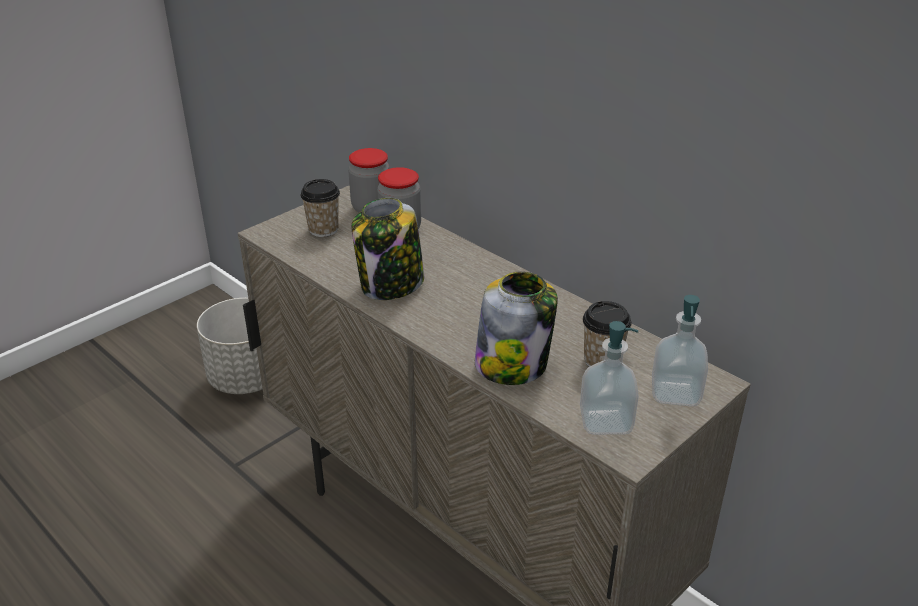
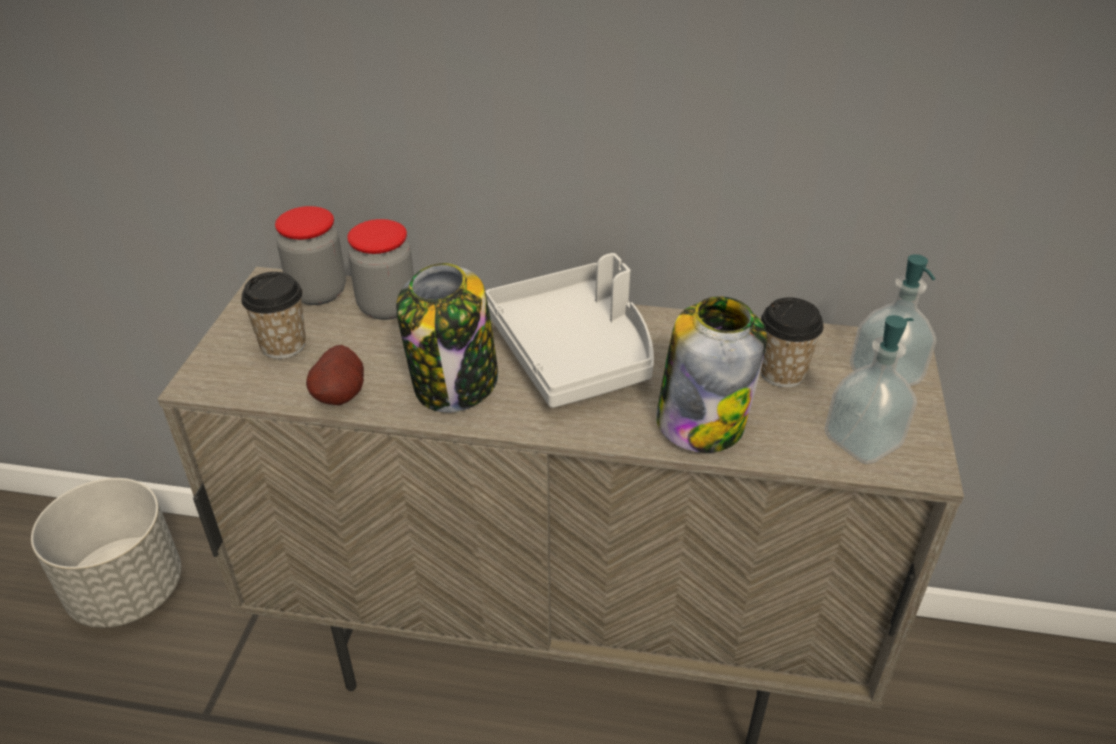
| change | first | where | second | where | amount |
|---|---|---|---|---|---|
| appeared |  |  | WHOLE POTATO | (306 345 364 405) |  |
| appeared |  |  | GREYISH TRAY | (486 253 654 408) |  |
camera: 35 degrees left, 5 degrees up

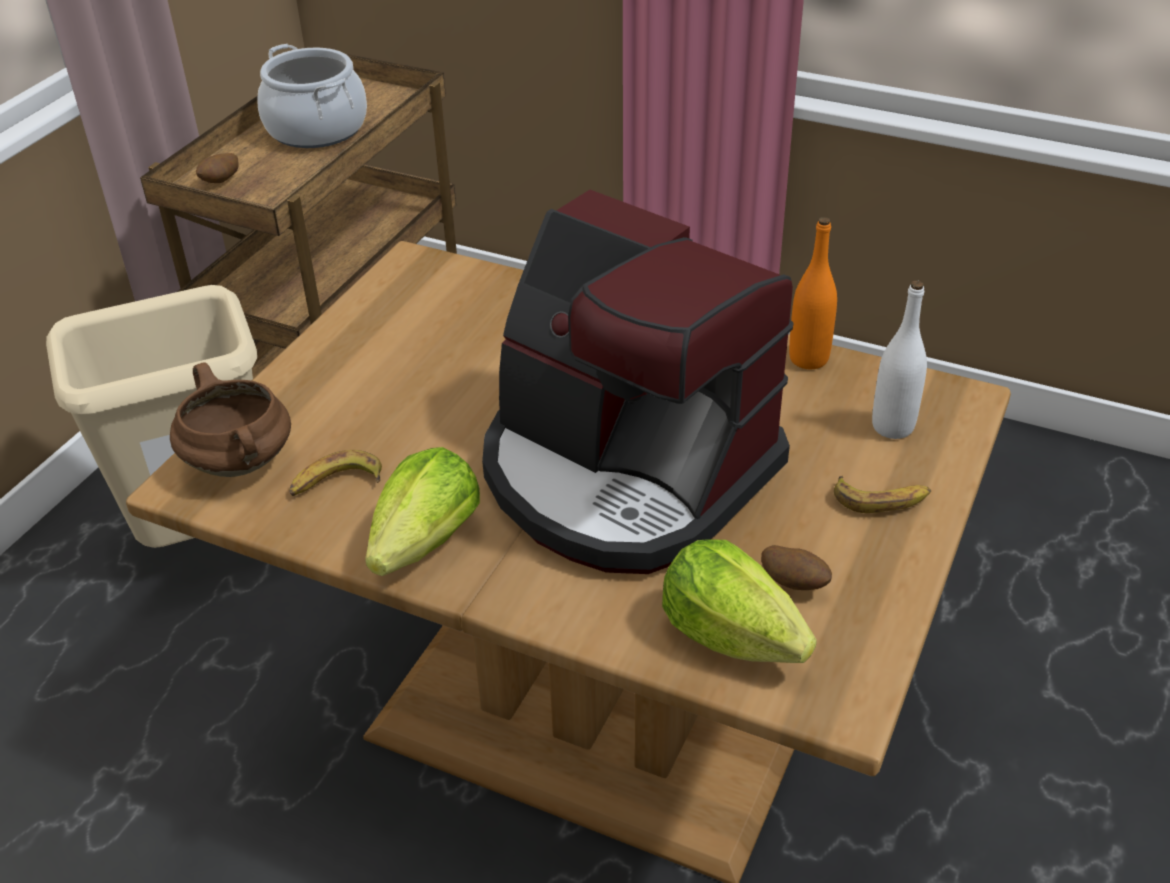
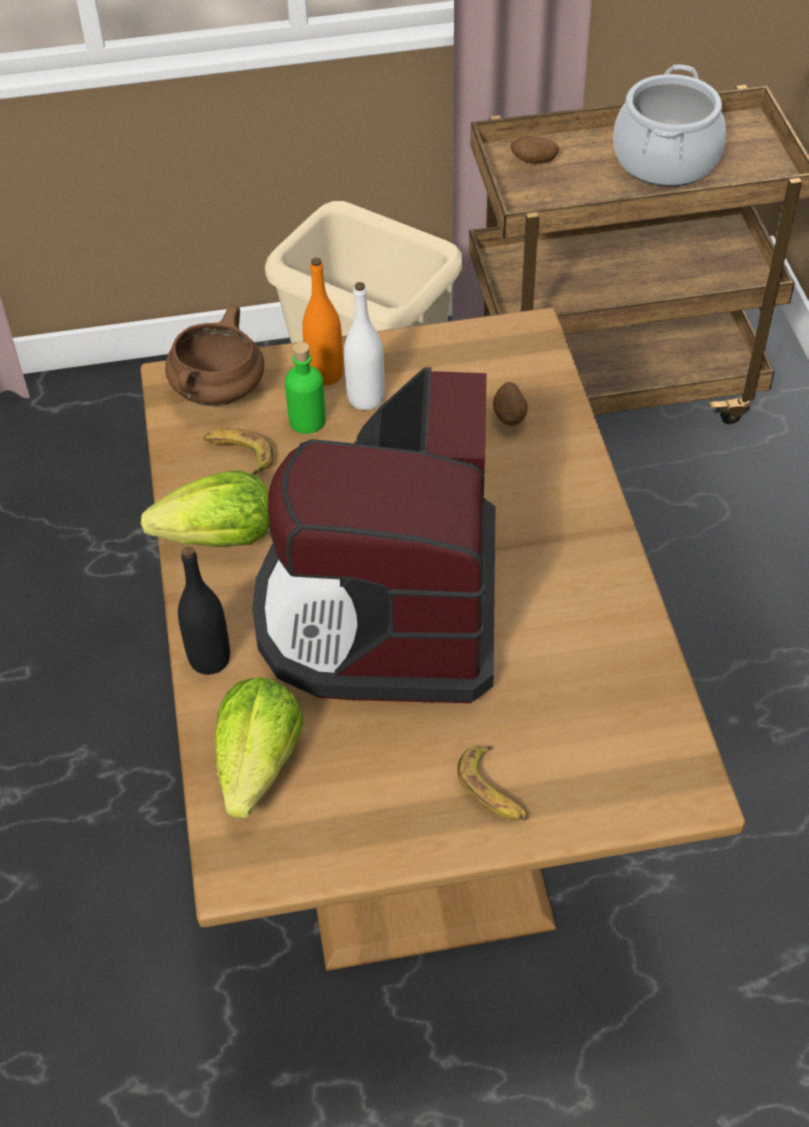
| change | first | where | second | where | amount |
|---|---|---|---|---|---|
| appeared |  |  | BLACK-COLOURED BOTTLE | (178 547 230 675) |  |
| appeared |  |  | GREEN-COLOURED BOTTLE | (285 342 326 434) |  |
| relocated | WHOLE POTATO | (761 545 832 590) |  | (493 382 528 426) |  |
| relocated | ORANGE BOTTLE | (789 217 837 369) |  | (302 258 343 386) |  |
| relocated | WHITE BOTTLE | (872 281 927 439) |  | (344 282 384 410) |  |
camera: 55 degrees right, 10 degrees up

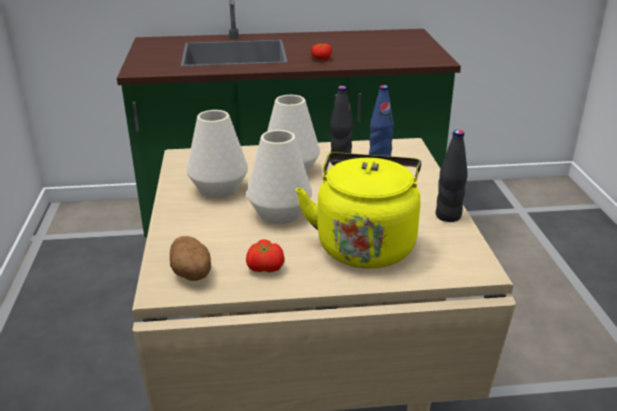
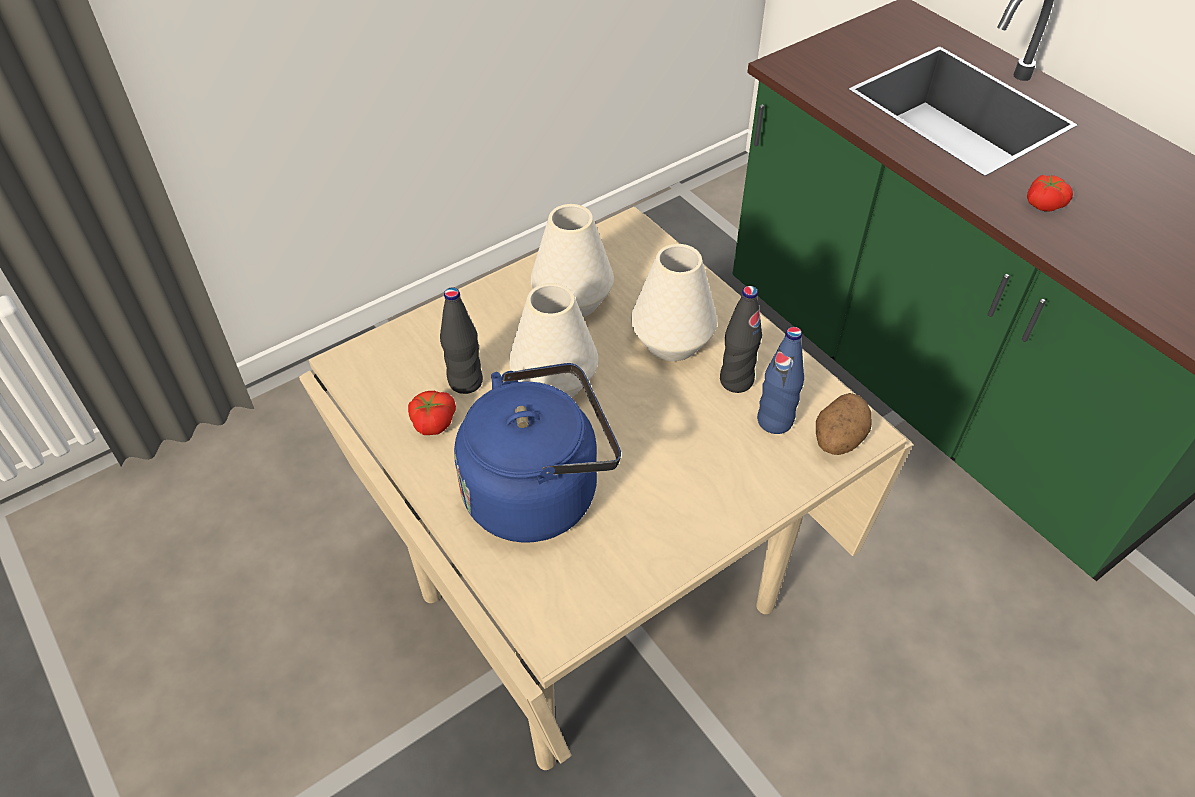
| change | first | where | second | where | amount |
|---|---|---|---|---|---|
| relocated | WHOLE POTATO | (170 236 211 281) |  | (816 393 872 455) |  |
| relocated | BLACK-COLOURED BOTTLE | (436 130 468 222) |  | (440 287 483 394) |  |
| colour | YELLOW-COLOURED WATER KETTLE | (296 153 421 269) | BLUISH WATER KETTLE | (454 363 621 543) |  |
camera: 60 degrees right, 20 degrees up

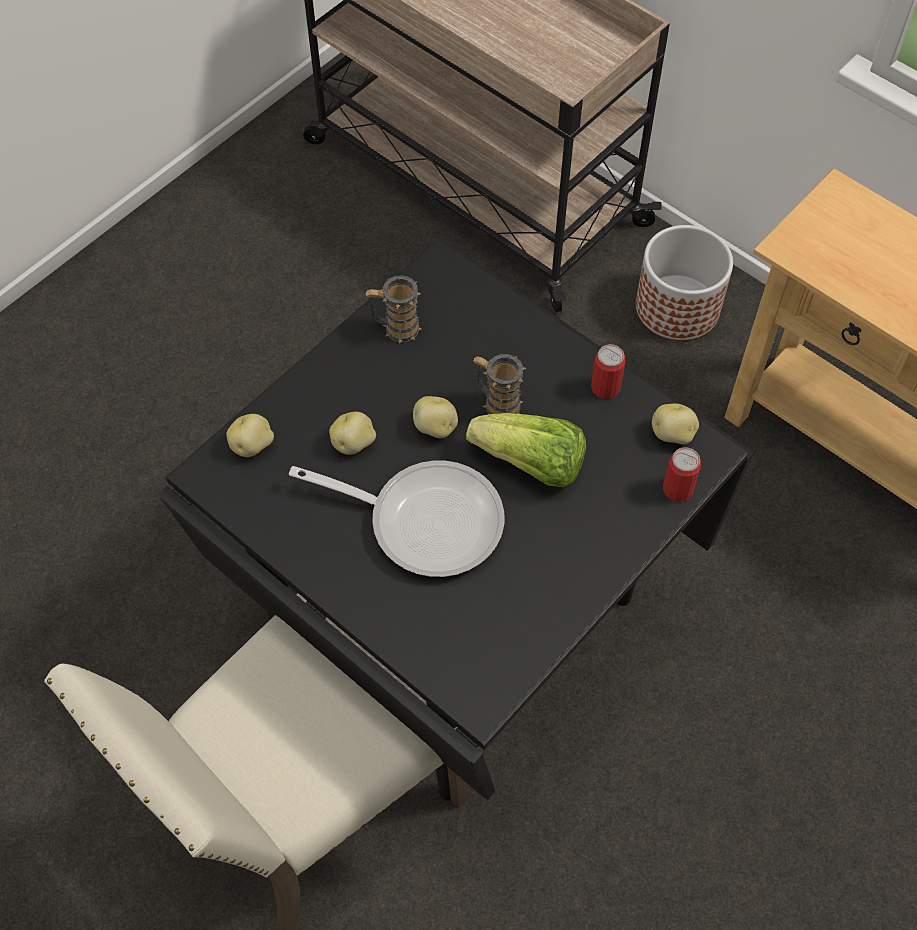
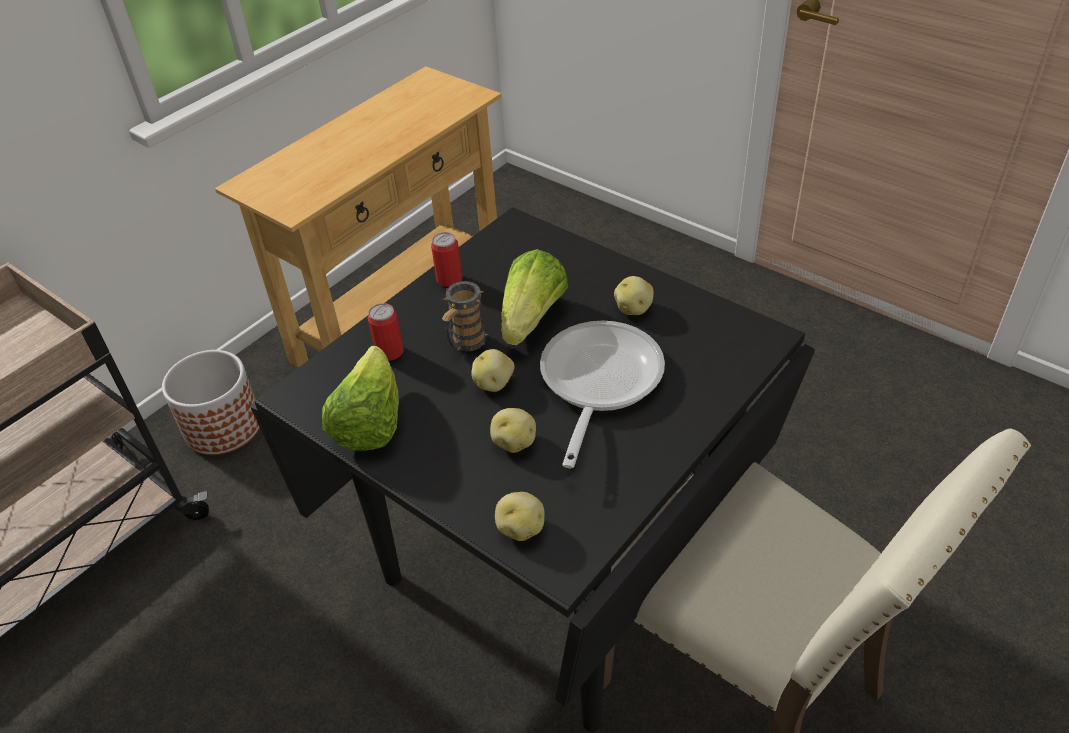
| change | first | where | second | where | amount |
|---|---|---|---|---|---|
| relocated | WHOLE POTATO | (652 404 699 444) |  | (614 276 654 315) |  |
| relocated | METAL CAN | (663 447 701 502) |  | (368 303 404 361) |  |
| exchanged | MUG | (366 275 422 343) | LETTUCE HEAD | (322 346 399 451) |  |
camera: 90 degrees left, 15 degrees down

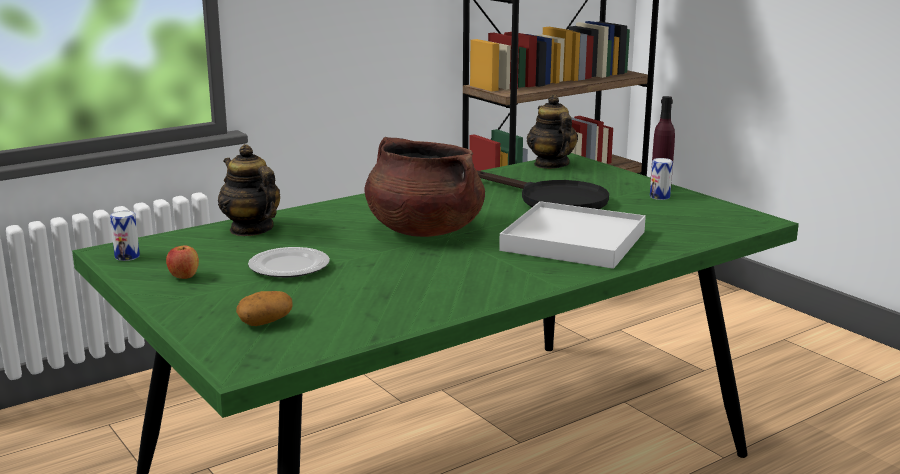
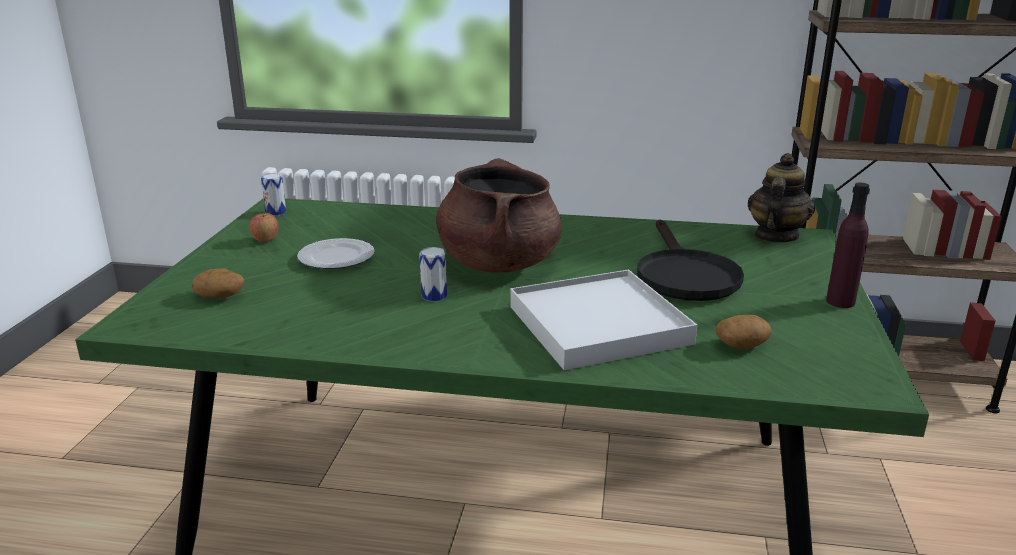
| change | first | where | second | where | amount |
|---|---|---|---|---|---|
| missing | POT FOR TEA | (218 144 280 236) |  |  |  |
| appeared |  |  | WHOLE POTATO | (716 315 772 348) |  |
| relocated | METAL CAN | (650 158 673 200) |  | (419 247 447 301) |  |
camera: 45 degrees right, 5 degrees up

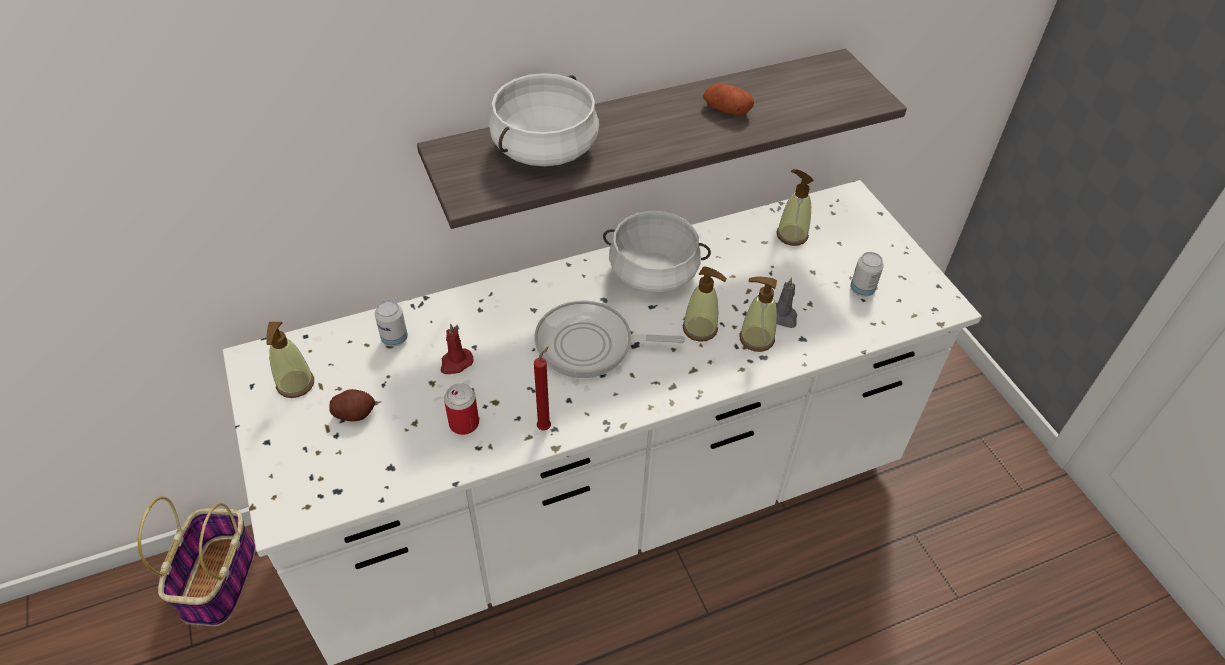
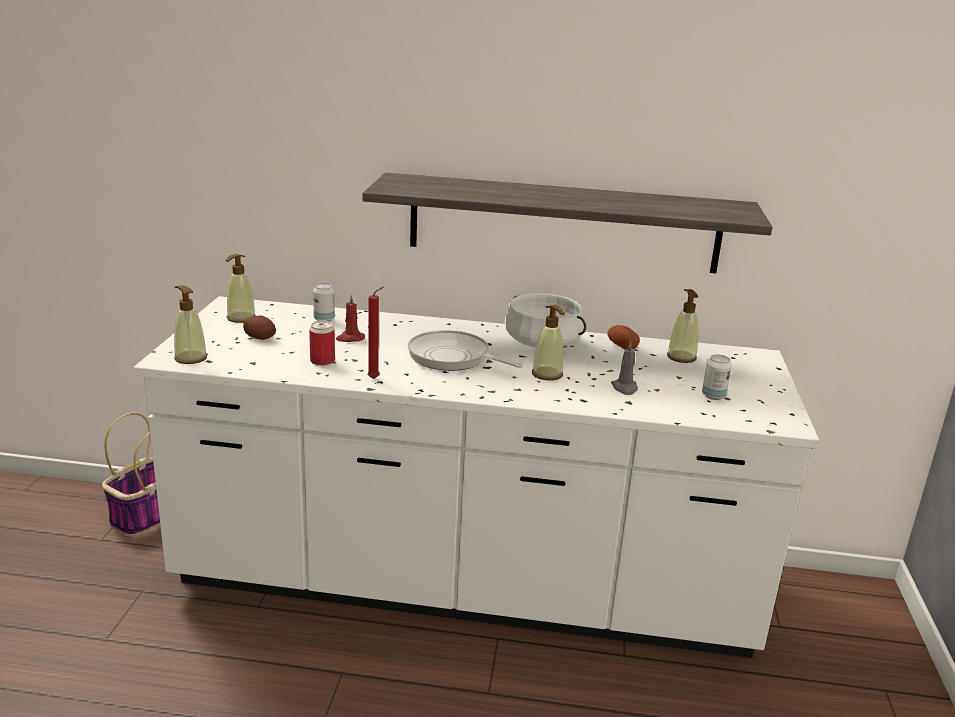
| change | first | where | second | where | amount |
|---|---|---|---|---|---|
| missing | WHITE COOKING POT | (489 73 599 166) |  |  |  |
| relocated | WHOLE POTATO | (703 84 754 116) |  | (608 325 640 350) |  |
| relocated | SOAP DISPENSER | (739 276 777 352) |  | (174 285 207 364) |  |
camera: 30 degrees right, 25 degrees down

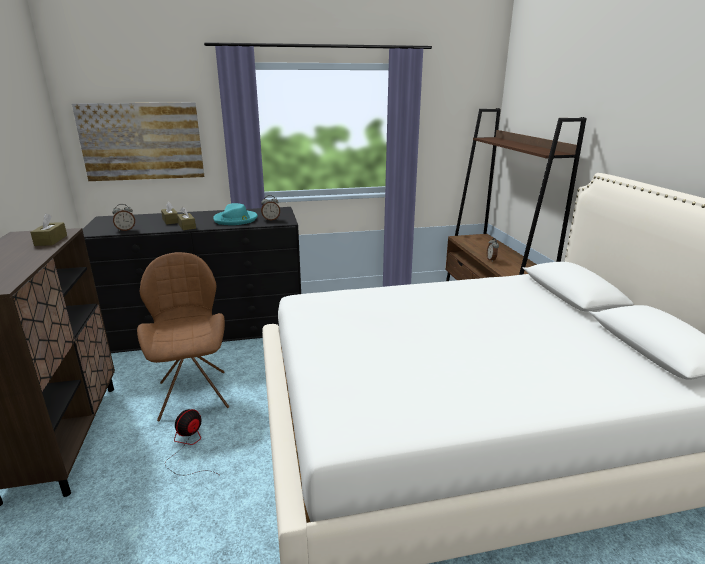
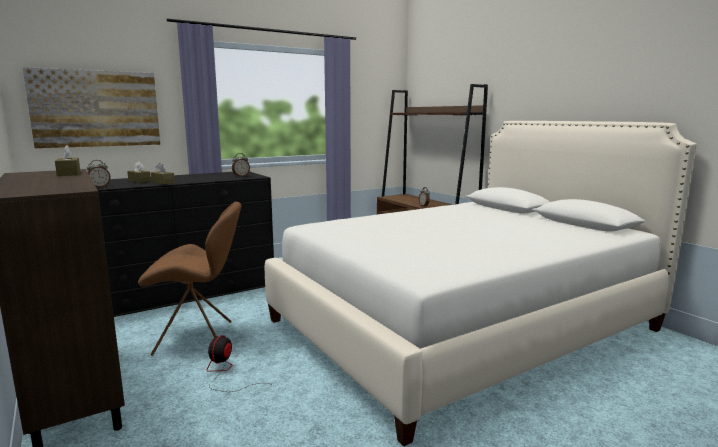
| change | first | where | second | where | amount |
|---|---|---|---|---|---|
| missing | TURQUOISE-COLOURED HAT | (213 203 258 225) |  |  |  |
| spun | BROWNISH PLAIN CHAIR | (137 252 229 421) |  | (138 202 241 356) | 120 degrees clockwise |
camera: 20 degrees left, 10 degrees down

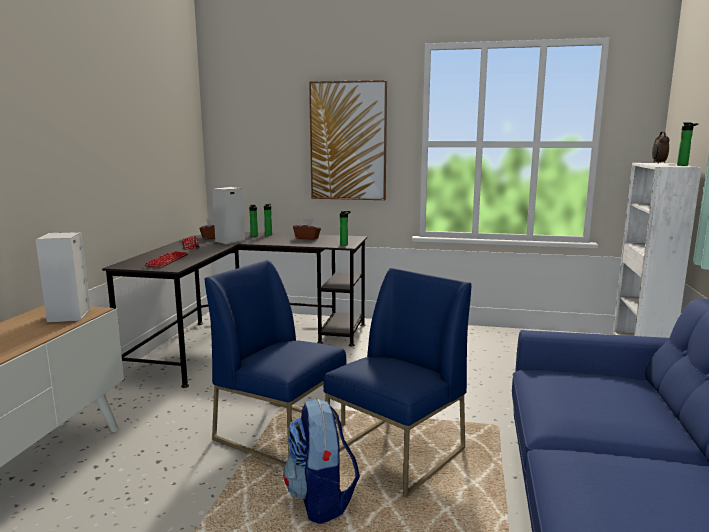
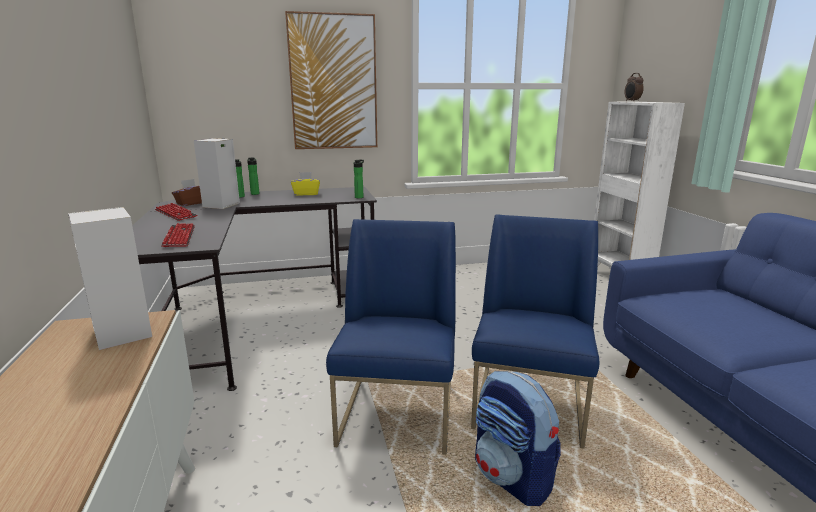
| change | first | where | second | where | amount |
|---|---|---|---|---|---|
| missing | BOTTLE | (677 123 699 166) |  |  |  |
| colour | BROWNISH BOX OF TISSUES | (293 219 321 240) | YELLOW-COLOURED BOX OF TISSUES | (291 172 320 196) |  |
| spun | BLUISH PLAIN CHAIR | (204 260 346 467) |  | (326 219 456 455) | 90 degrees clockwise |
camera: 25 degrees left, 5 degrees up

